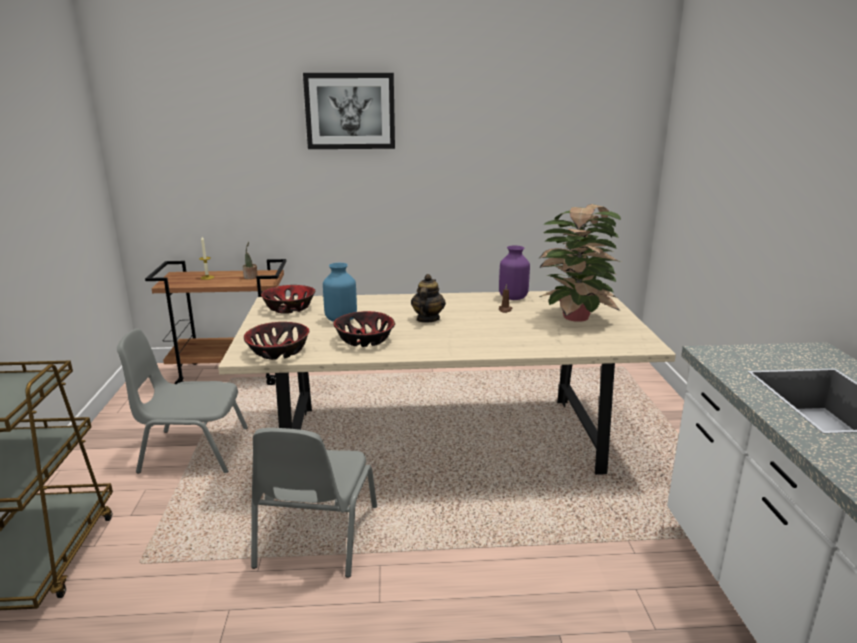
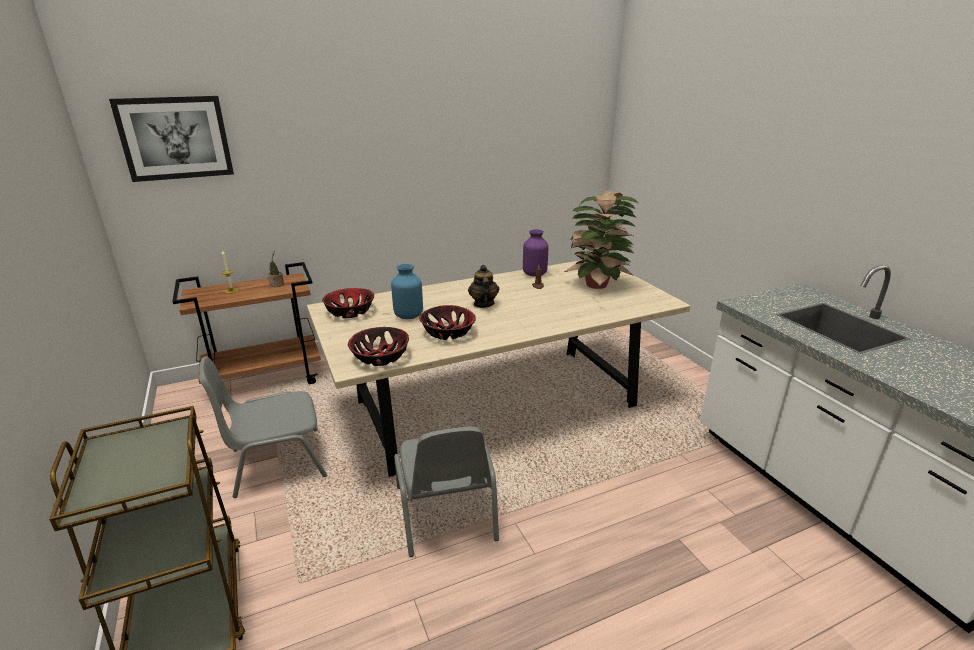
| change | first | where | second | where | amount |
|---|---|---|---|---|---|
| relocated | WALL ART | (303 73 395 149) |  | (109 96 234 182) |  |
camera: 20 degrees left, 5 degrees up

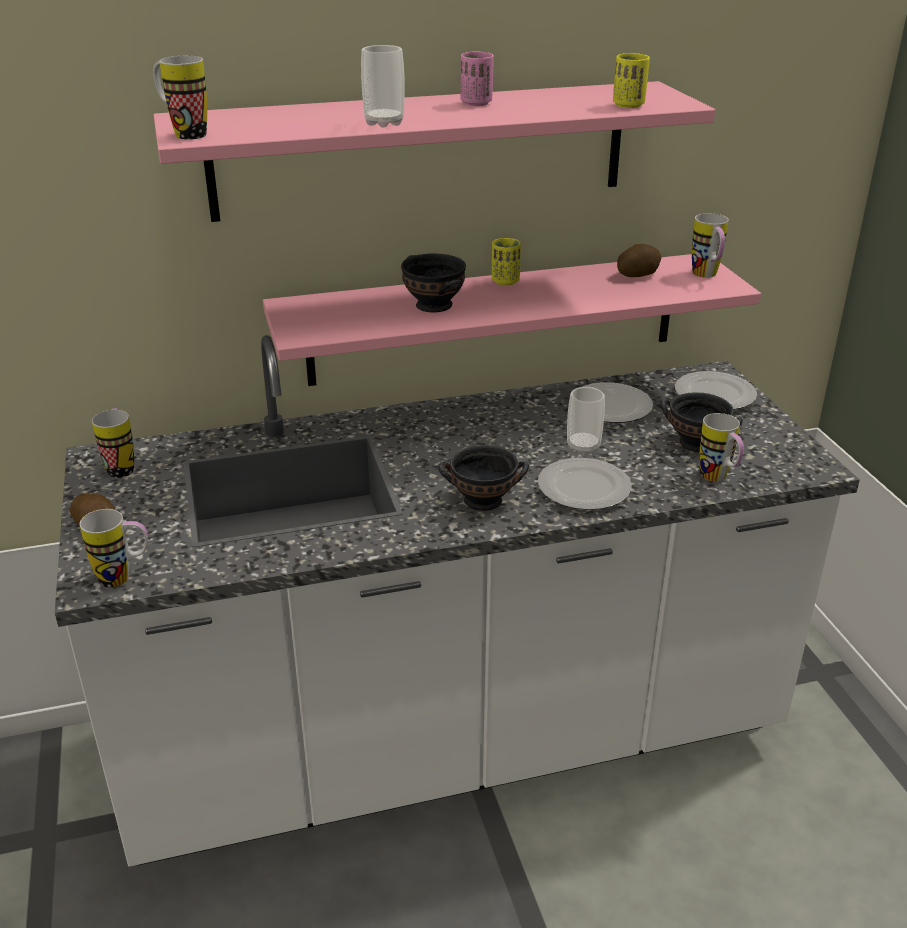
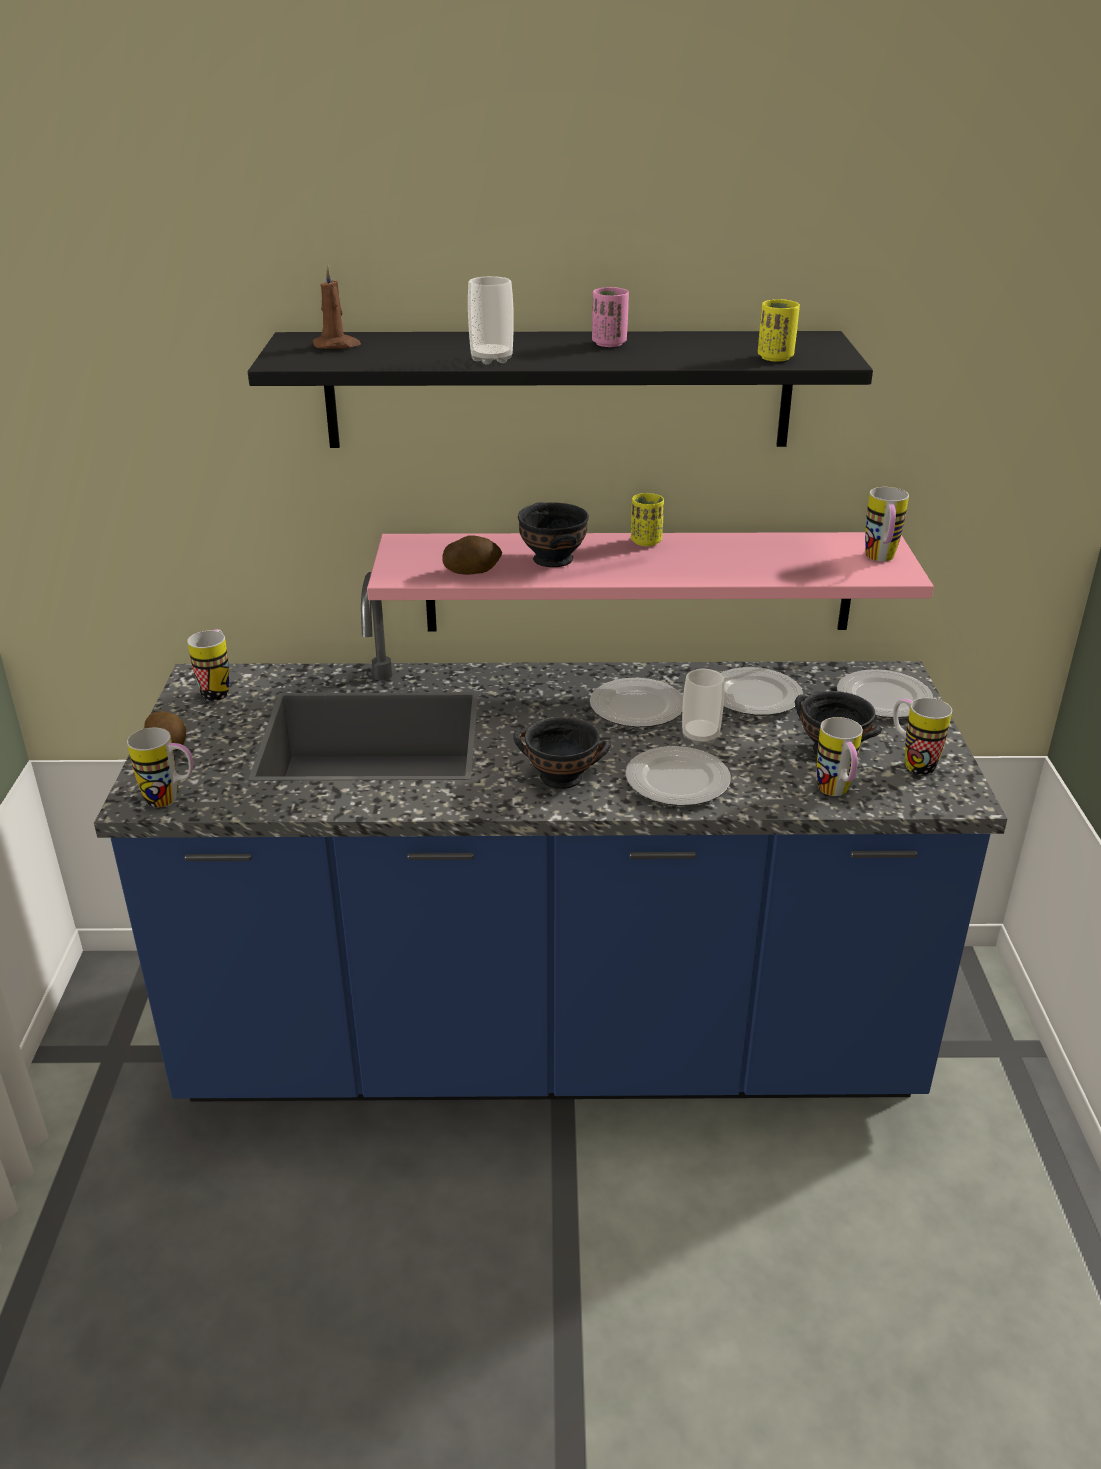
| change | first | where | second | where | amount |
|---|---|---|---|---|---|
| appeared |  |  | BROWNISH WAX CANDLE | (313 266 361 349) |  |
| appeared |  |  | FLAT DISH | (590 678 683 727) |  |
| relocated | MUG | (153 56 207 140) |  | (893 698 952 775) |  |
| relocated | WHOLE POTATO | (617 244 661 277) |  | (442 535 502 575) |  |
| colour | WHITE KITCHEN BASE UNIT | (55 335 860 867) | BLUISH KITCHEN BASE UNIT | (94 572 1007 1102) |  |
| colour | PINK BRACKET SHELF | (153 81 715 222) | BLACK-COLOURED BRACKET SHELF | (248 331 873 448) |  |
camera: 15 degrees right, 0 degrees up

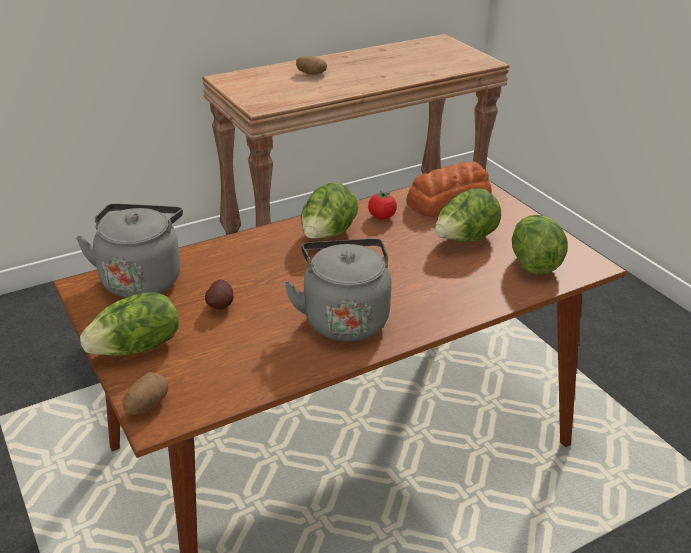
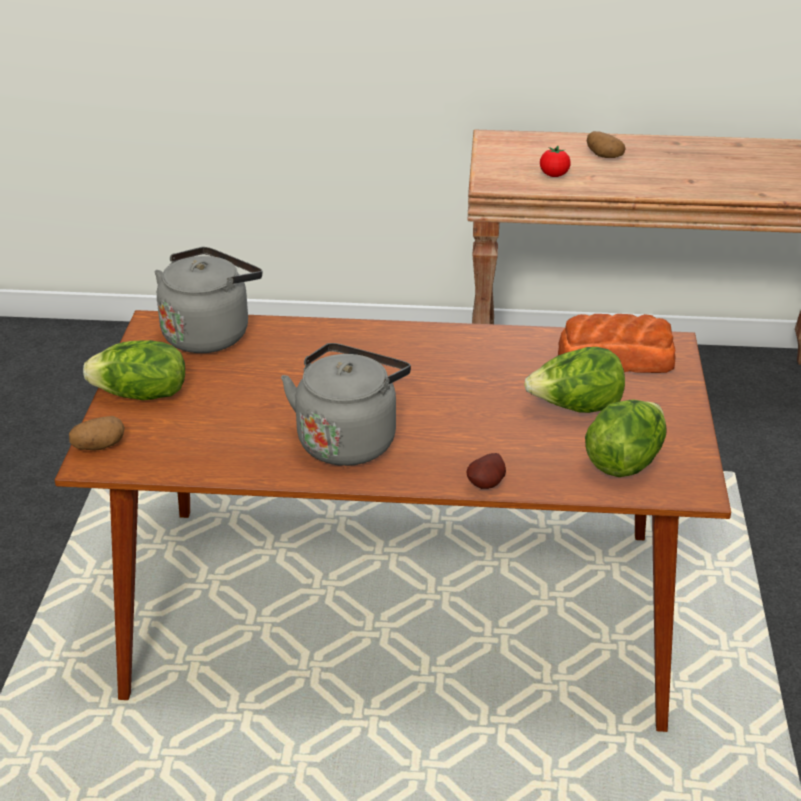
| change | first | where | second | where | amount |
|---|---|---|---|---|---|
| missing | LETTUCE HEAD | (301 183 358 239) |  |  |  |
| relocated | WHOLE POTATO | (205 280 234 310) |  | (466 453 506 489) |  |
| relocated | TOMATO | (368 190 397 220) |  | (540 146 571 177) |  |
camera: 35 degrees right, 0 degrees up

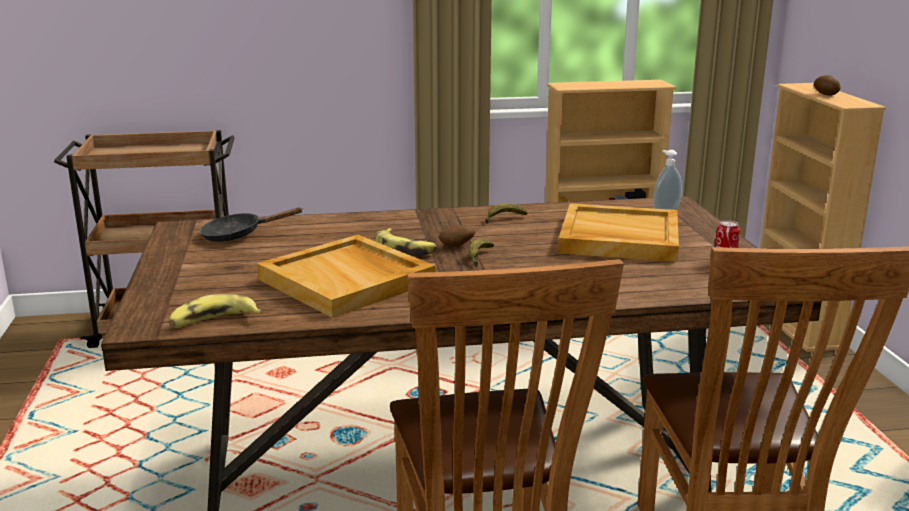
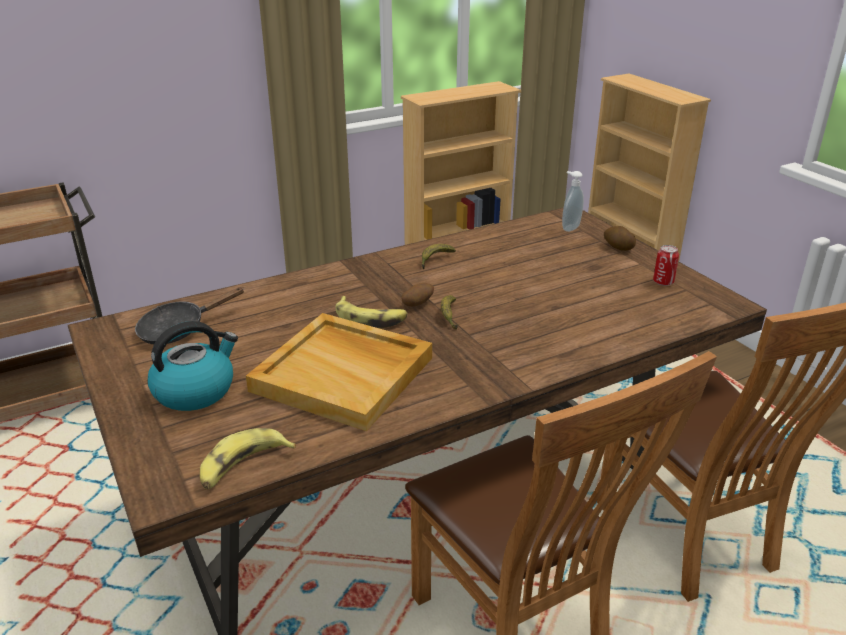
| change | first | where | second | where | amount |
|---|---|---|---|---|---|
| missing | BEIGE-COLOURED TRAY | (558 203 679 262) |  |  |  |
| appeared |  |  | WATER KETTLE | (147 321 238 411) |  |
| relocated | WHOLE POTATO | (814 75 840 96) |  | (604 226 636 251) |  |
camera: 20 degrees left, 10 degrees up

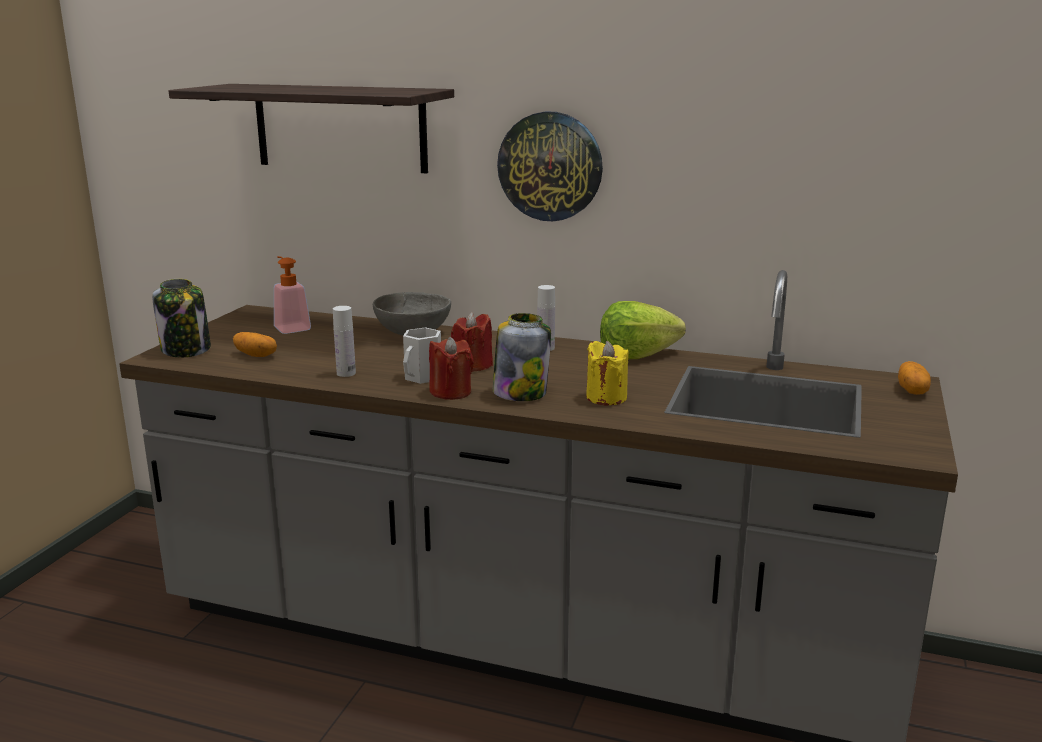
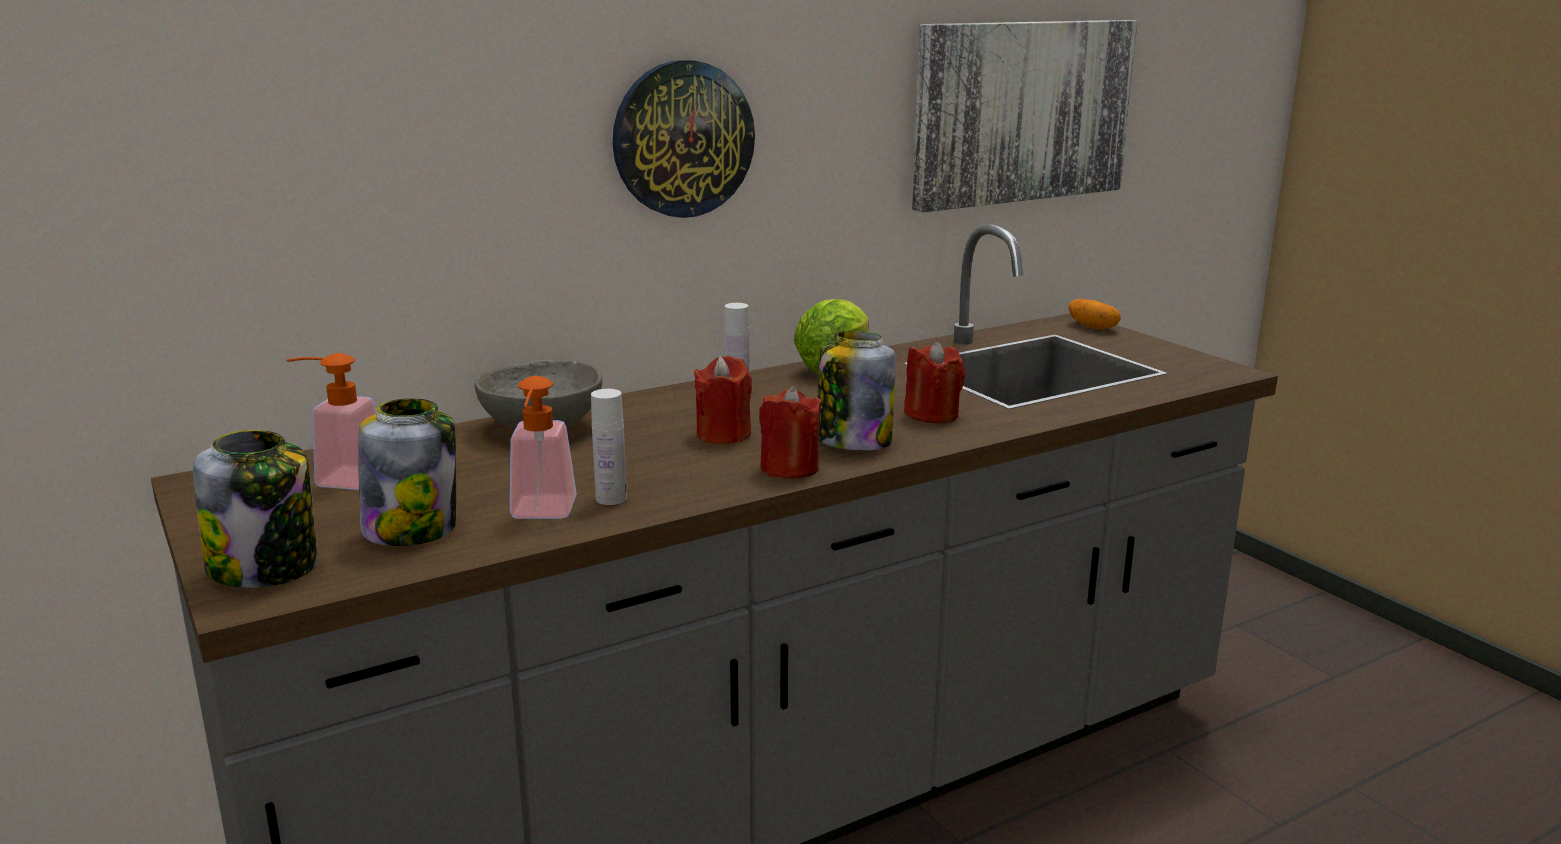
| change | first | where | second | where | amount |
|---|---|---|---|---|---|
| missing | BRACKET SHELF | (169 84 454 173) |  |  |  |
| missing | WHITE MUG | (403 327 441 384) |  |  |  |
| appeared |  |  | SOAP DISPENSER | (510 376 577 519) |  |
| appeared |  |  | WALL ART | (912 20 1137 212) |  |
| exchanged | WHOLE POTATO | (233 332 277 357) | PRESERVE JAR | (358 398 456 546) |  |
| colour | YELLOW-COLOURED WAX CANDLE | (586 341 629 405) | RED WAX CANDLE | (904 341 965 424) |  |
camera: 50 degrees left, 0 degrees up

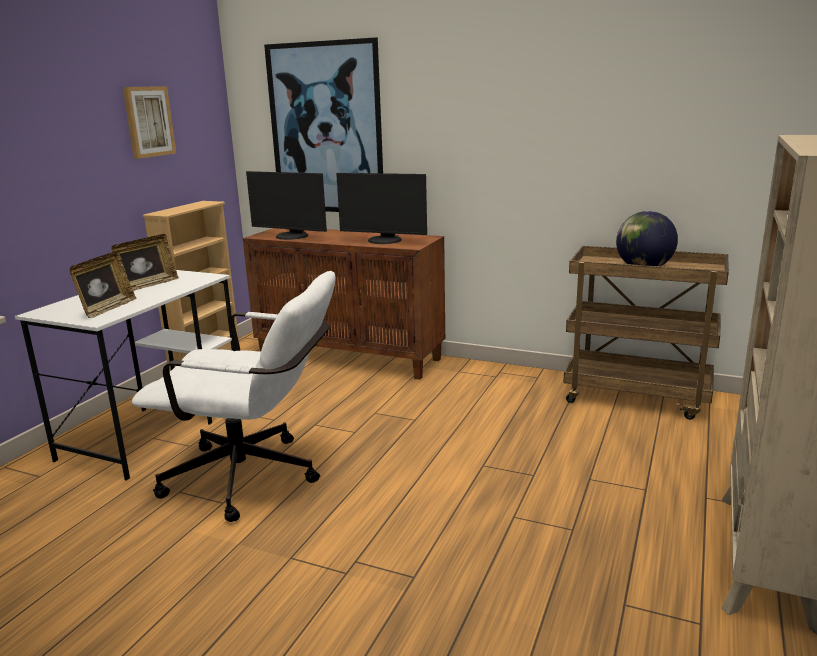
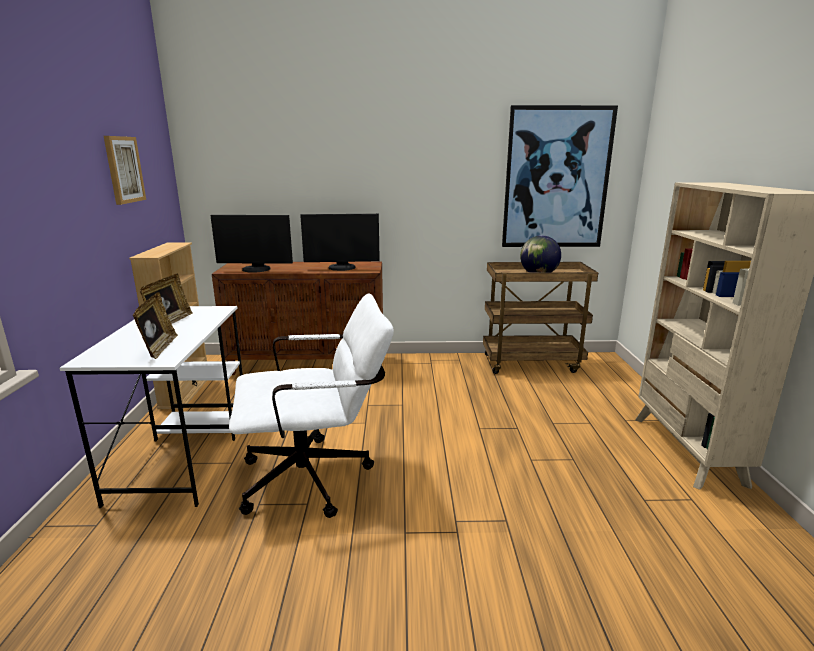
| change | first | where | second | where | amount |
|---|---|---|---|---|---|
| relocated | WALL ART | (264 37 383 212) |  | (502 105 618 247) |  |
camera: 25 degrees left, 0 degrees up

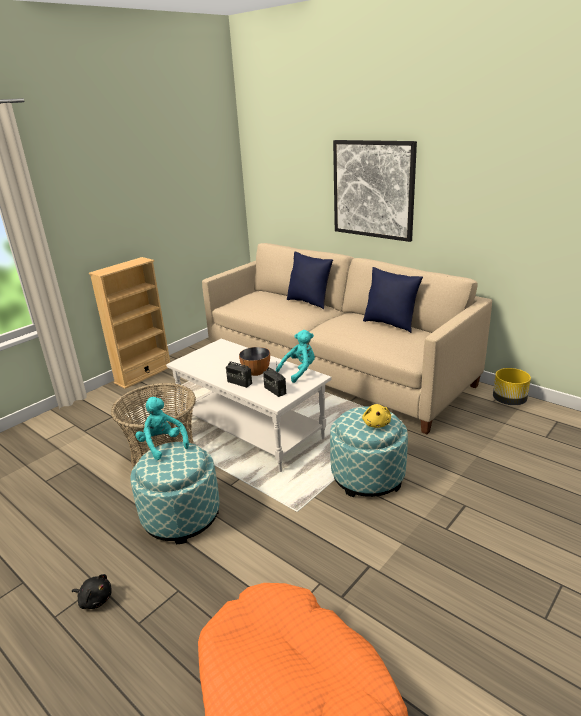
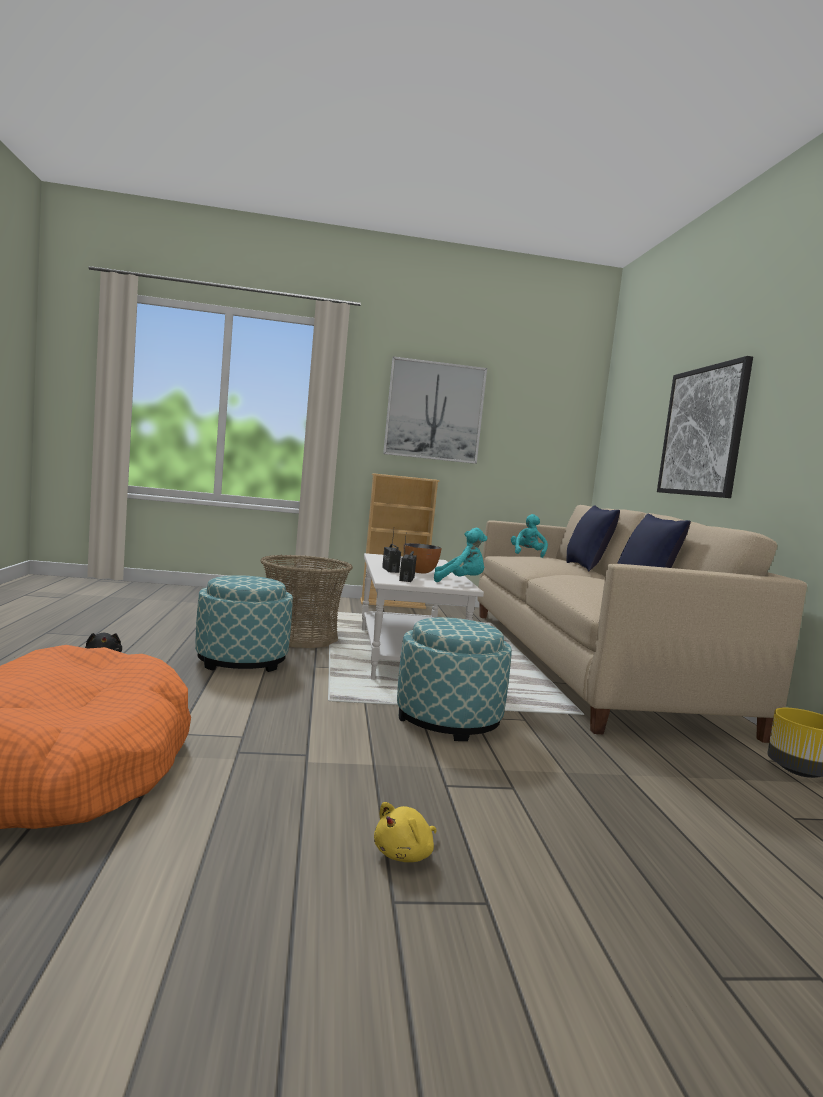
| change | first | where | second | where | amount |
|---|---|---|---|---|---|
| appeared |  |  | WALL ART | (383 356 487 464) |  |
| relocated | TURQUOISE-COLOURED SOFT TOY | (135 397 189 460) |  | (511 514 548 558) |  |
| relocated | YELLOW-COLOURED SOFT TOY | (362 404 391 428) |  | (374 802 437 862) |  |
camera: 40 degrees right, 20 degrees down

